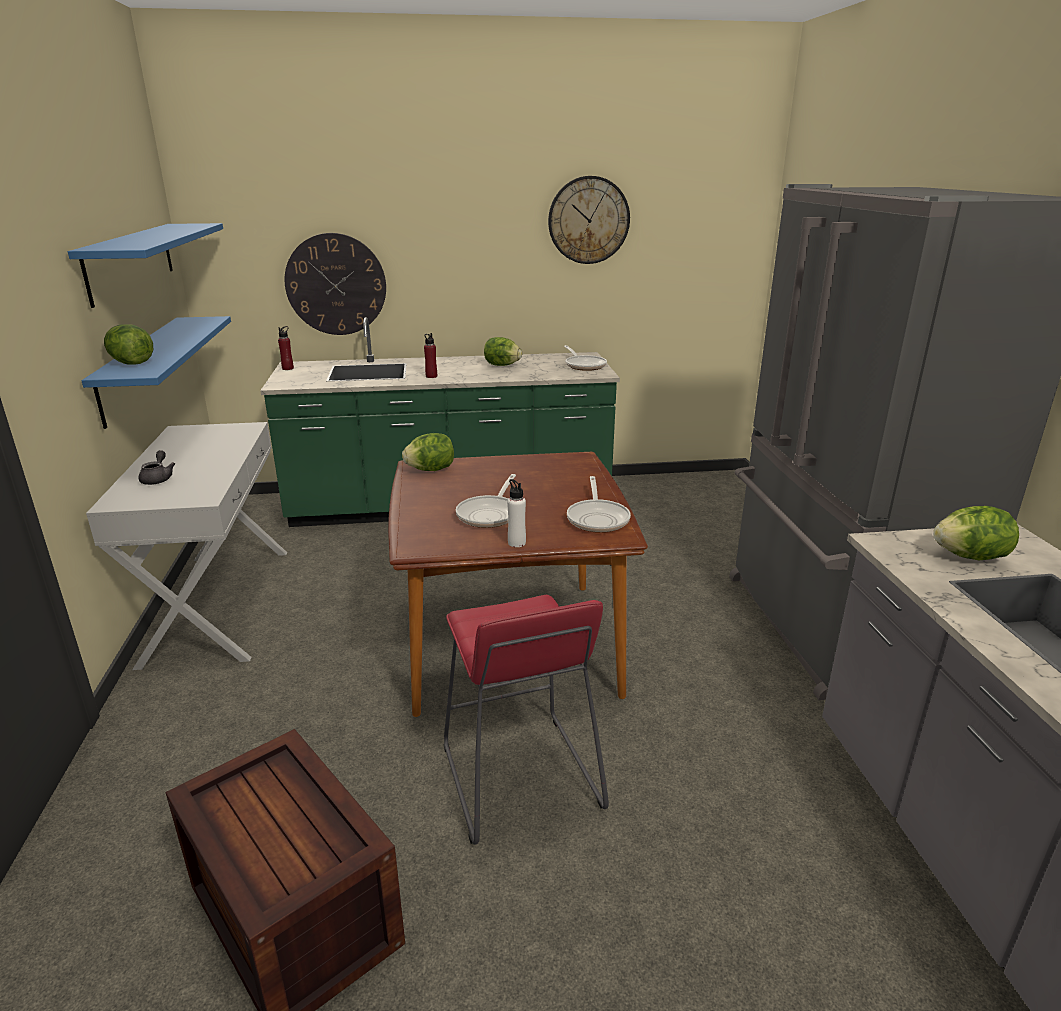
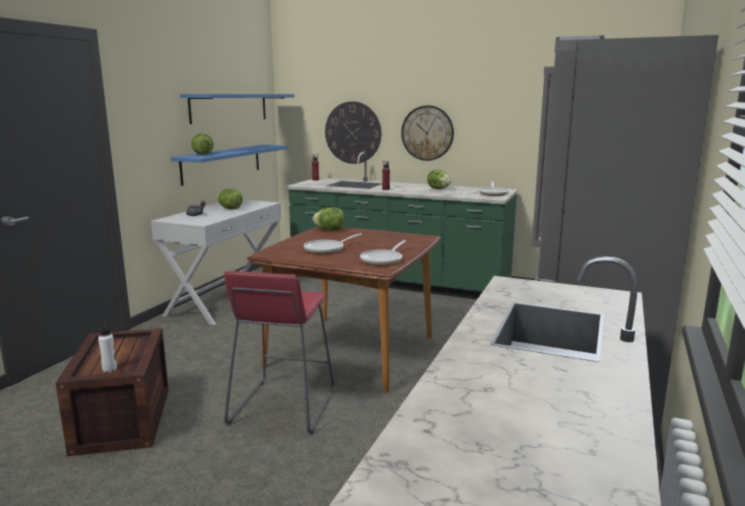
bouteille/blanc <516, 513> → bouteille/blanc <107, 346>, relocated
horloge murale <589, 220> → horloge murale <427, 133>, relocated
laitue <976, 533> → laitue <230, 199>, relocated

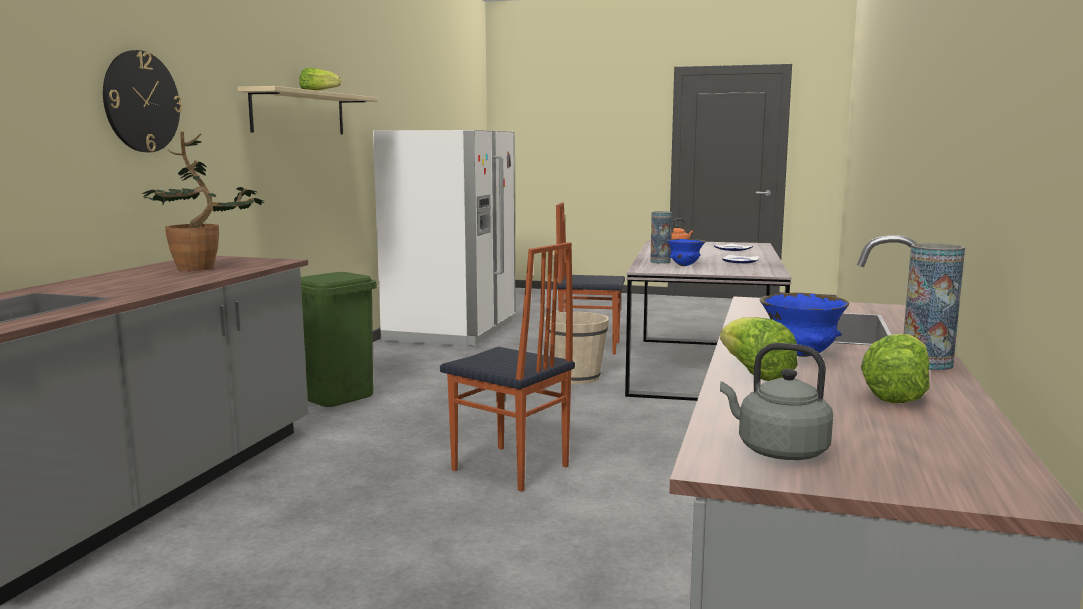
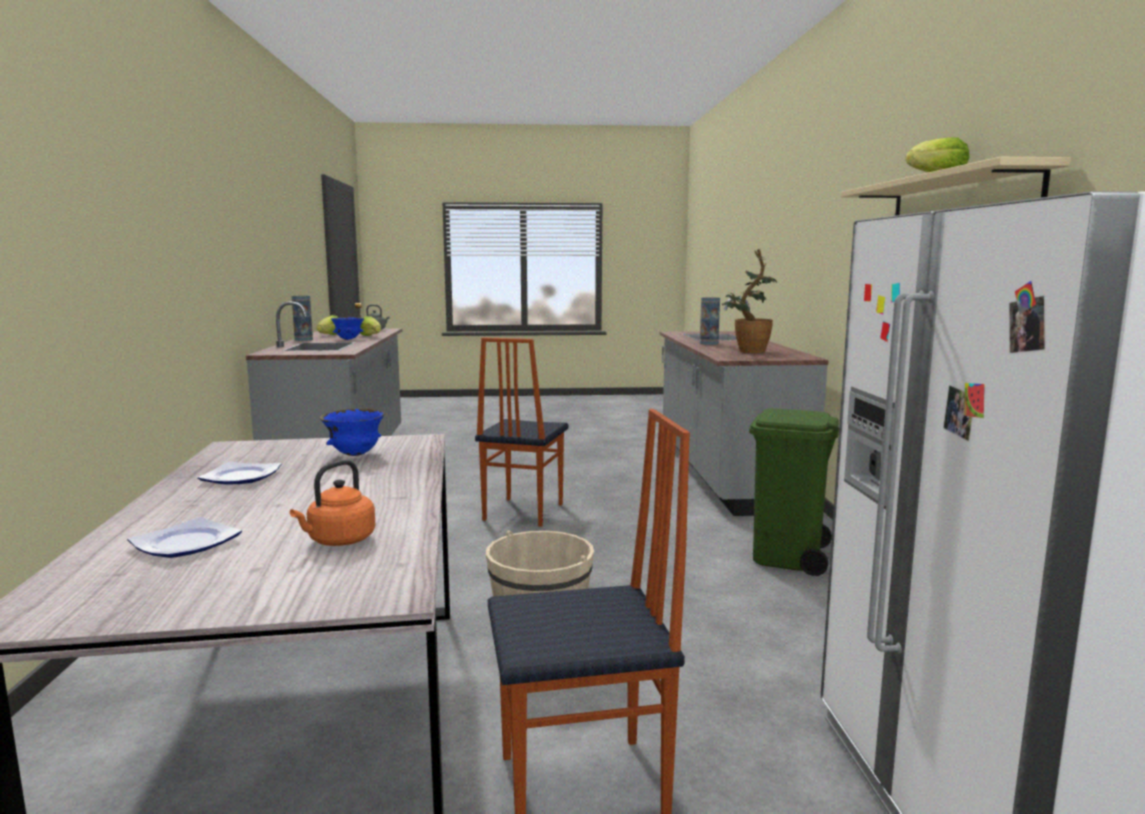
horloge murale <142, 101> → -
chaise <507, 367> → chaise <521, 432>, 90 degrees counterclockwise
vase <661, 237> → vase <710, 321>, relocated

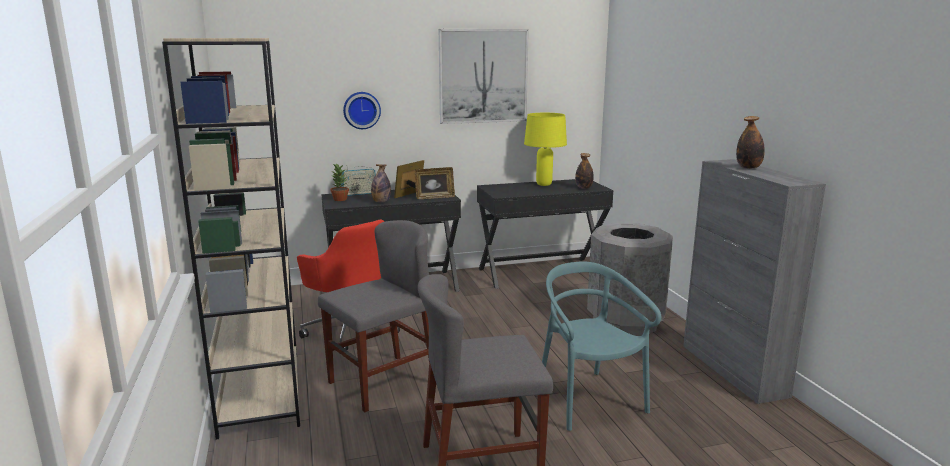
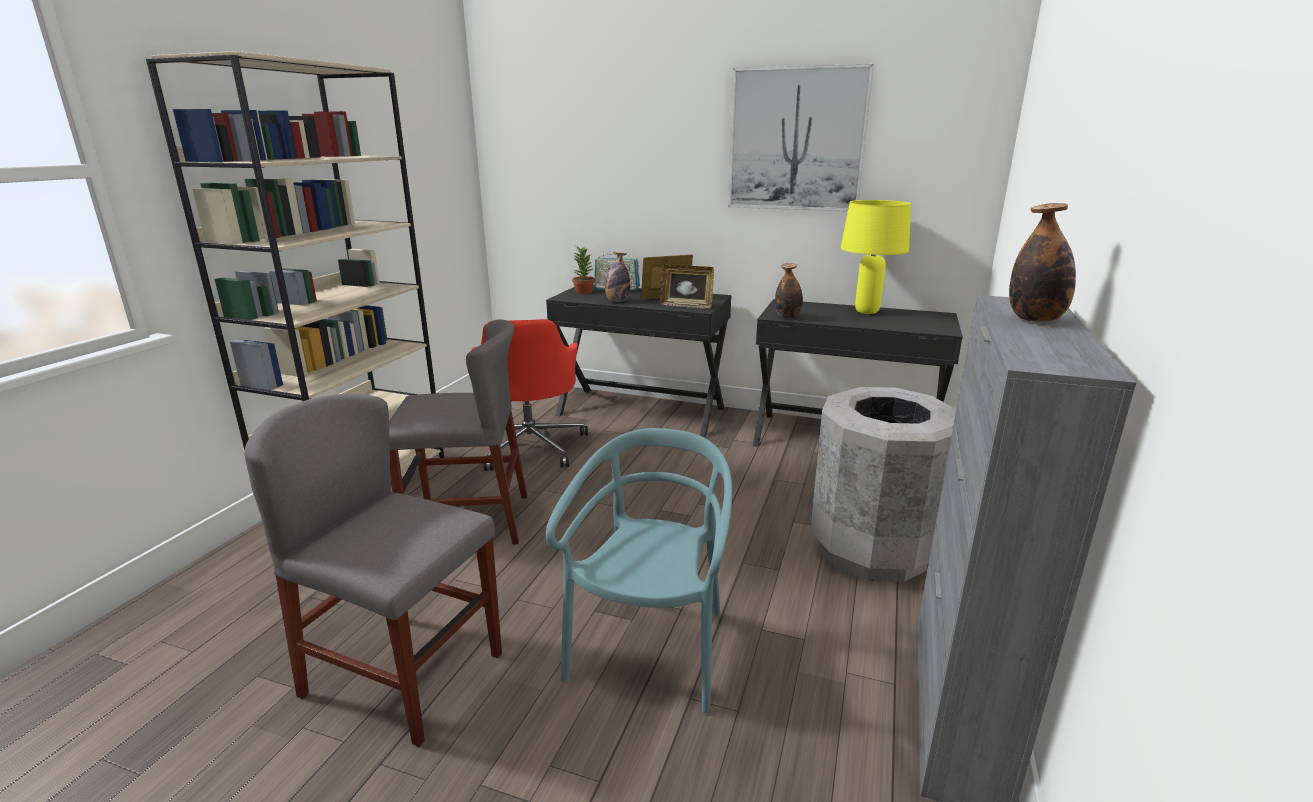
horloge murale <362, 110> → -
bouteille <584, 171> → bouteille <789, 291>, relocated

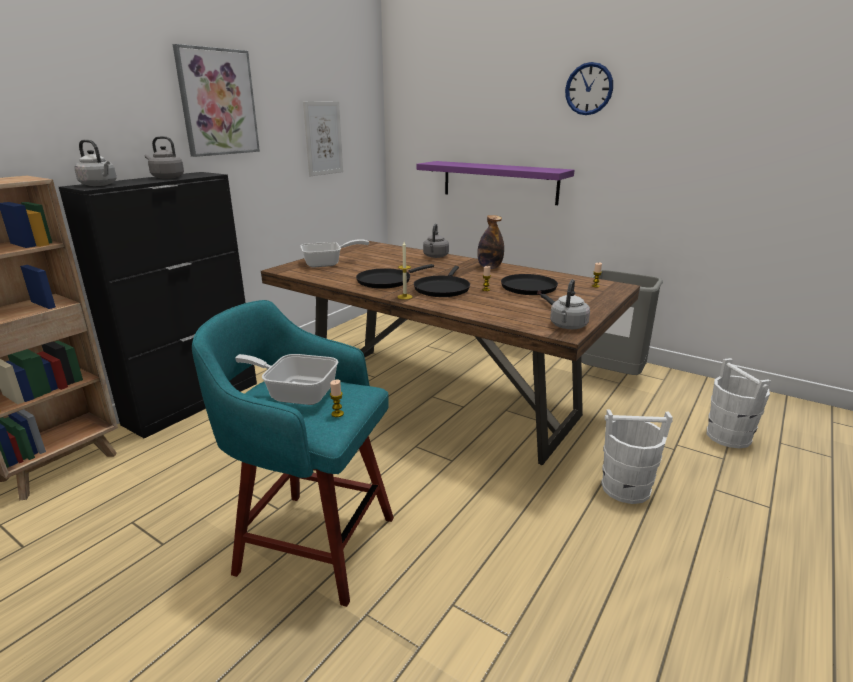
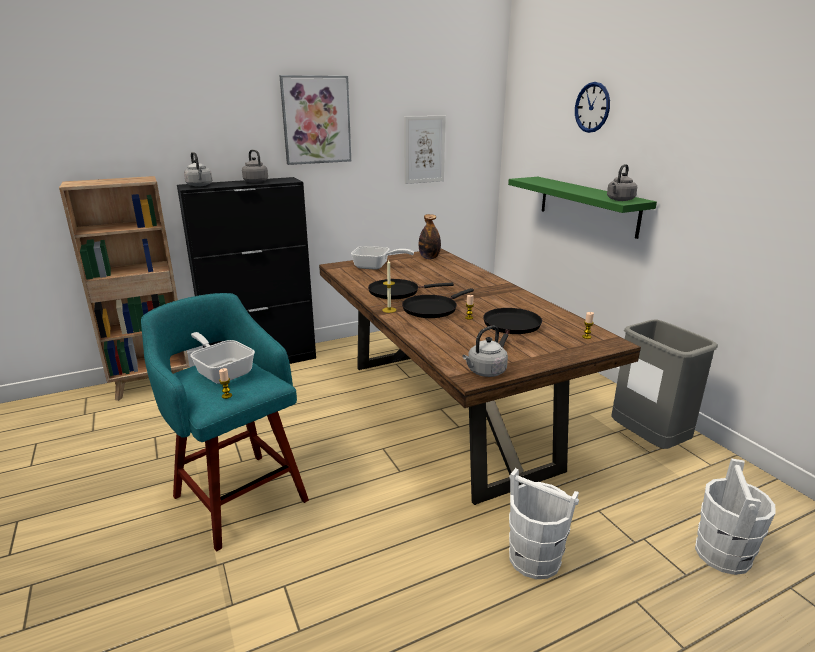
étagère/violet <495, 183> → étagère/vert <582, 208>
bouilloire/gris <436, 241> → bouilloire/gris <622, 182>, relocated
bouteille <490, 242> → bouteille <430, 236>, relocated
horloge murale <589, 88> → horloge murale <592, 107>, relocated

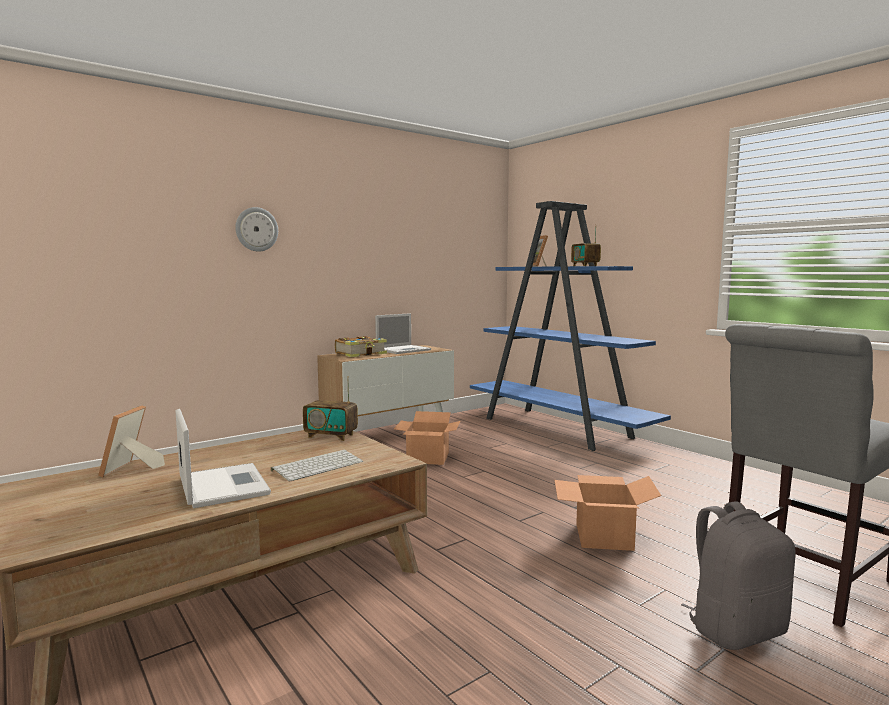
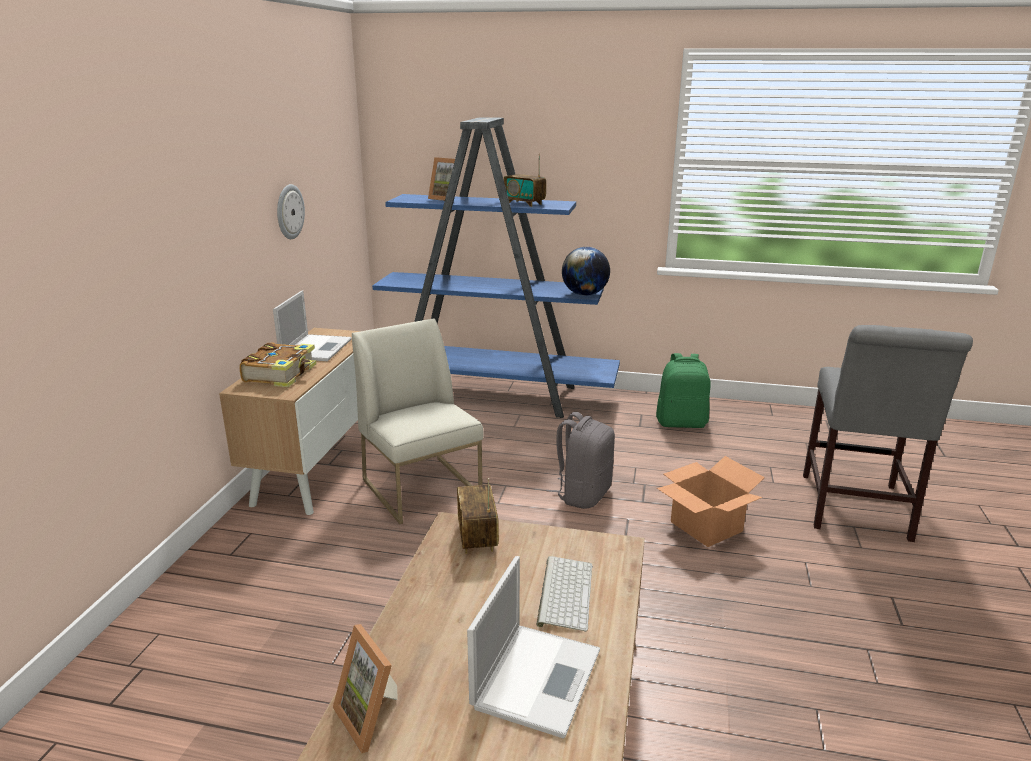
ordinateur portable <223, 458> → ordinateur portable <533, 647>, 90 degrees clockwise
horloge murale <256, 229> → horloge murale <291, 211>, relocated
radio <330, 408> → radio <478, 516>, 105 degrees clockwise
carton <427, 438> → chaise/blanc <418, 421>
sac à dos/gris <738, 575> → sac à dos/gris <580, 460>, relocated
- → globe <586, 271>
- → sac à dos/vert <683, 390>

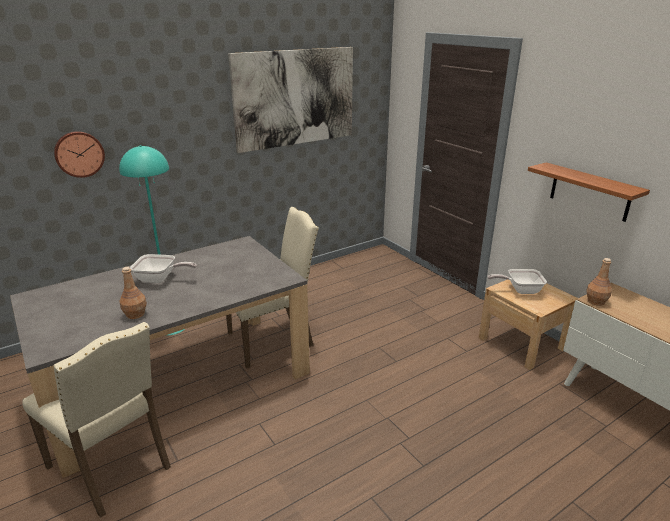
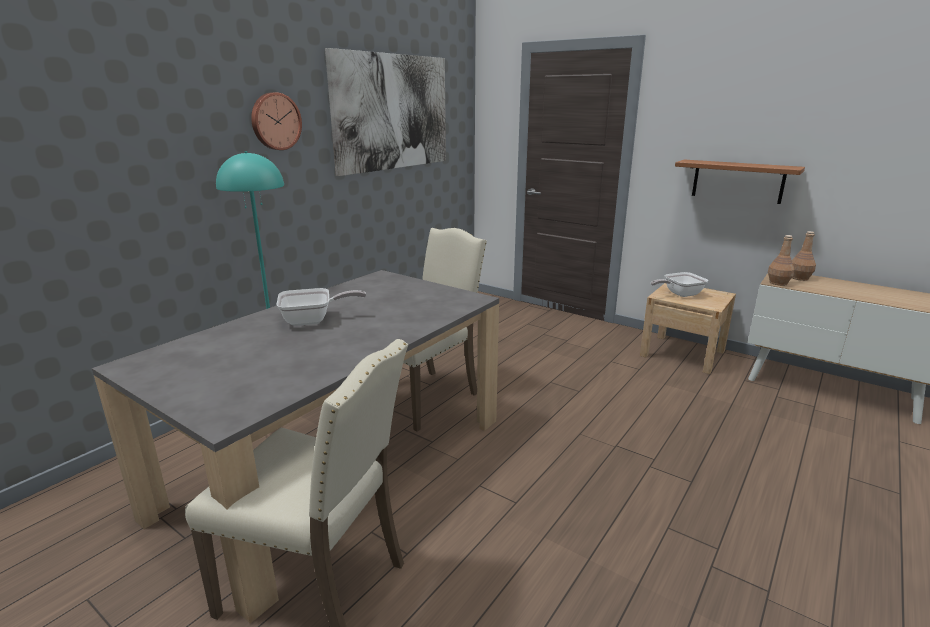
horloge murale <79, 154> → horloge murale <276, 121>, relocated
bouteille/marron <133, 293> → bouteille/marron <804, 256>, relocated

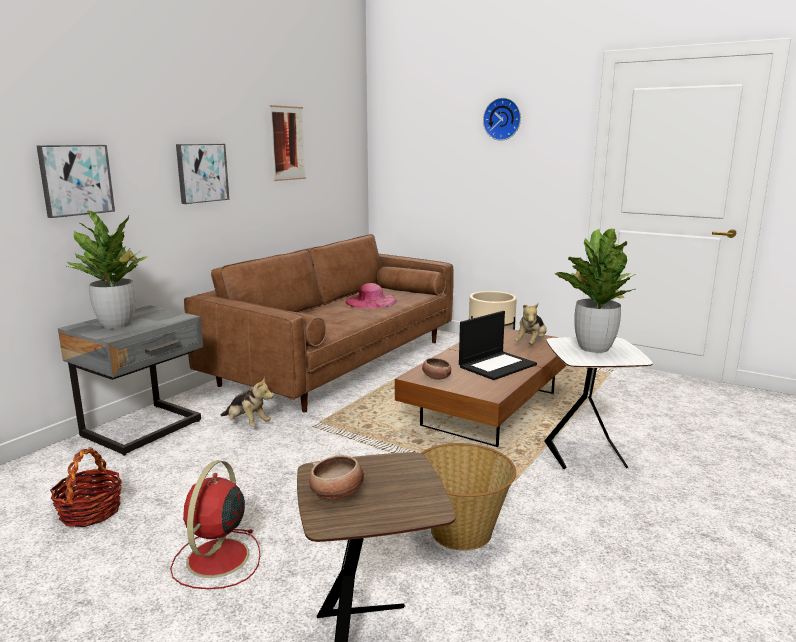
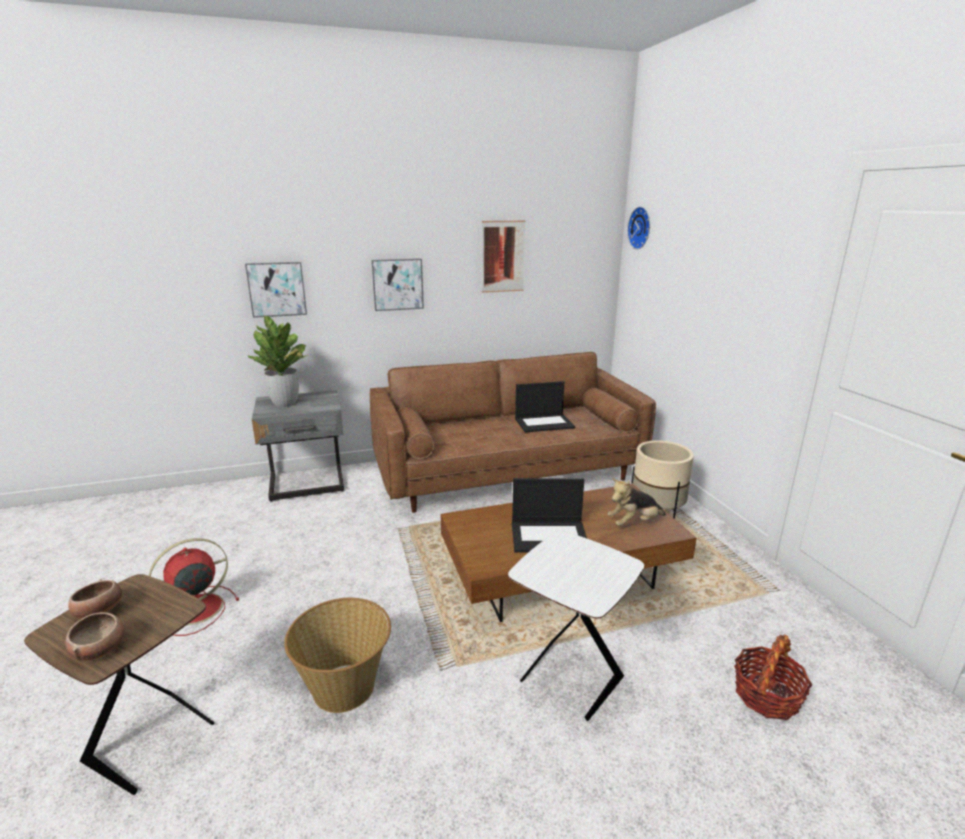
panier <86, 487> → panier <773, 677>, relocated
peluche <247, 401> → -
chapeau/rose <371, 295> → ordinateur portable <545, 407>
bol <436, 369> → bol <94, 636>, relocated
horloge murale <502, 119> → horloge murale <638, 228>, relocated
plante en pot <595, 291> → -

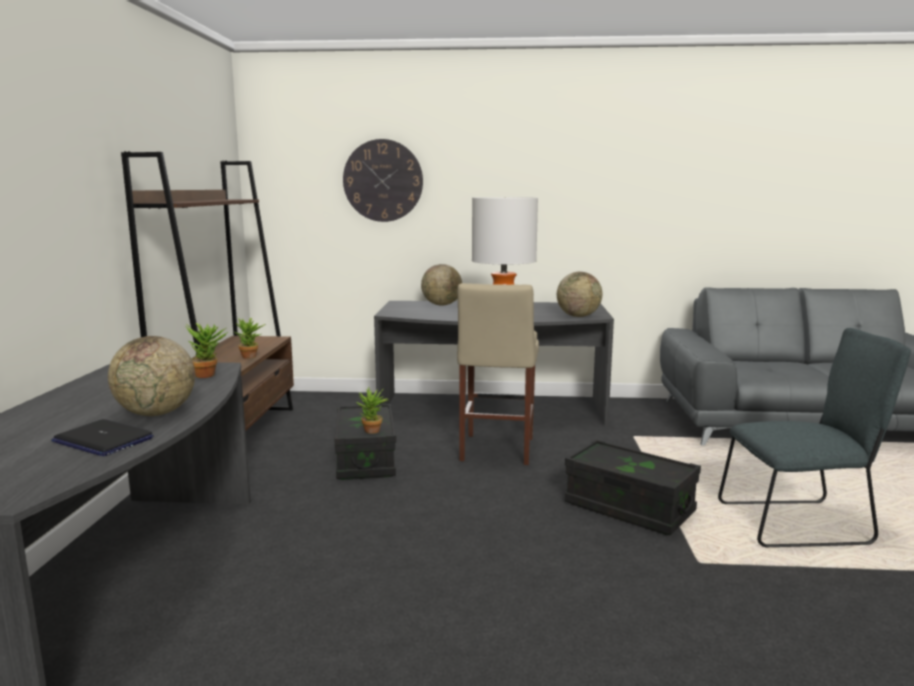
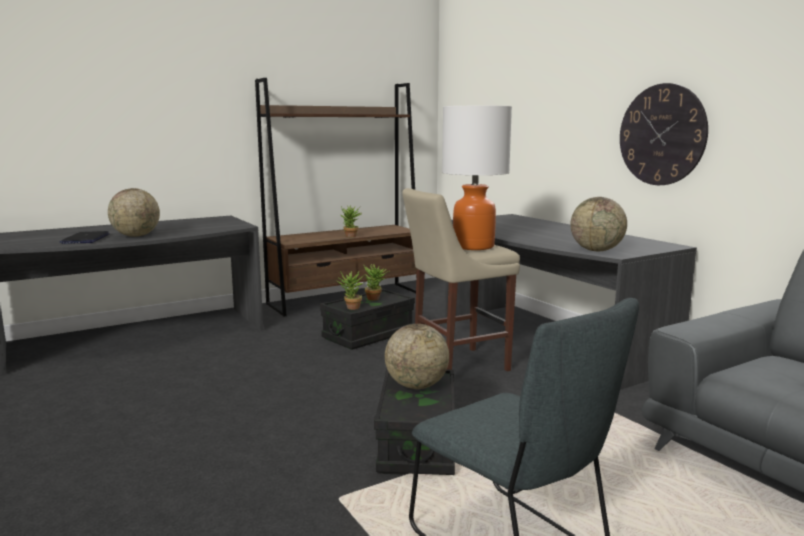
plante en pot <206, 350> → plante en pot <376, 282>, relocated
horloge murale <383, 180> → horloge murale <664, 134>, relocated
globe <441, 284> → globe <417, 356>, relocated

